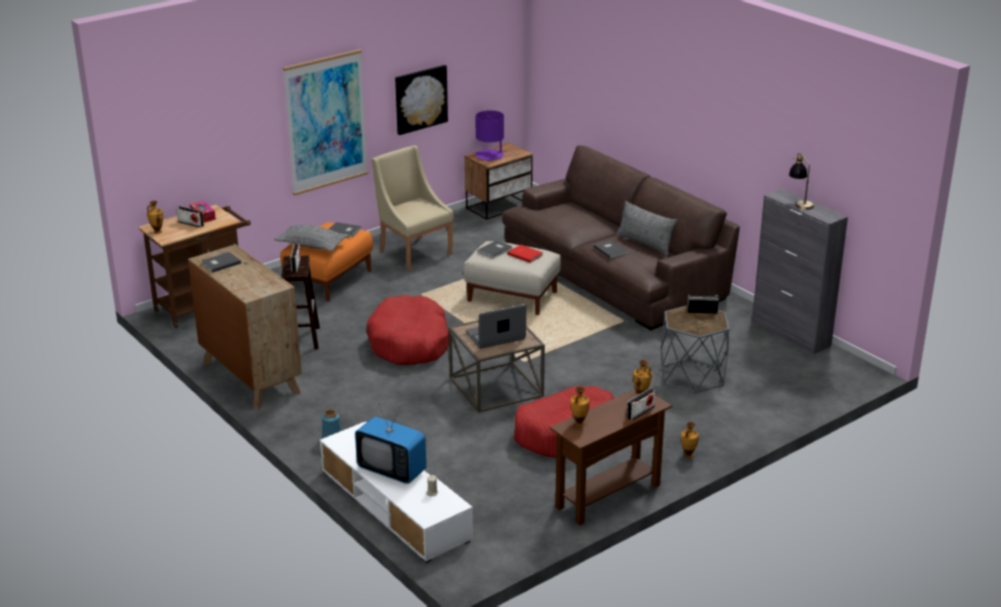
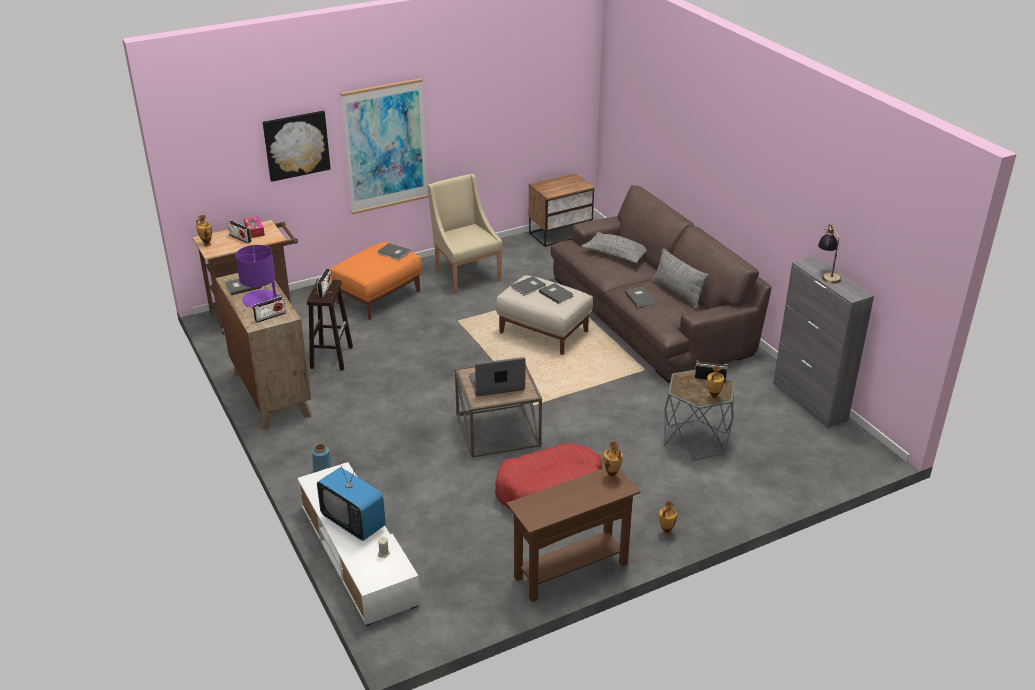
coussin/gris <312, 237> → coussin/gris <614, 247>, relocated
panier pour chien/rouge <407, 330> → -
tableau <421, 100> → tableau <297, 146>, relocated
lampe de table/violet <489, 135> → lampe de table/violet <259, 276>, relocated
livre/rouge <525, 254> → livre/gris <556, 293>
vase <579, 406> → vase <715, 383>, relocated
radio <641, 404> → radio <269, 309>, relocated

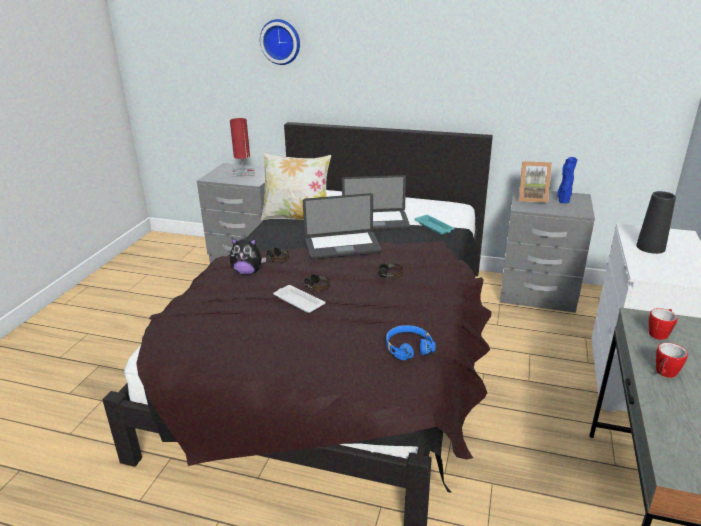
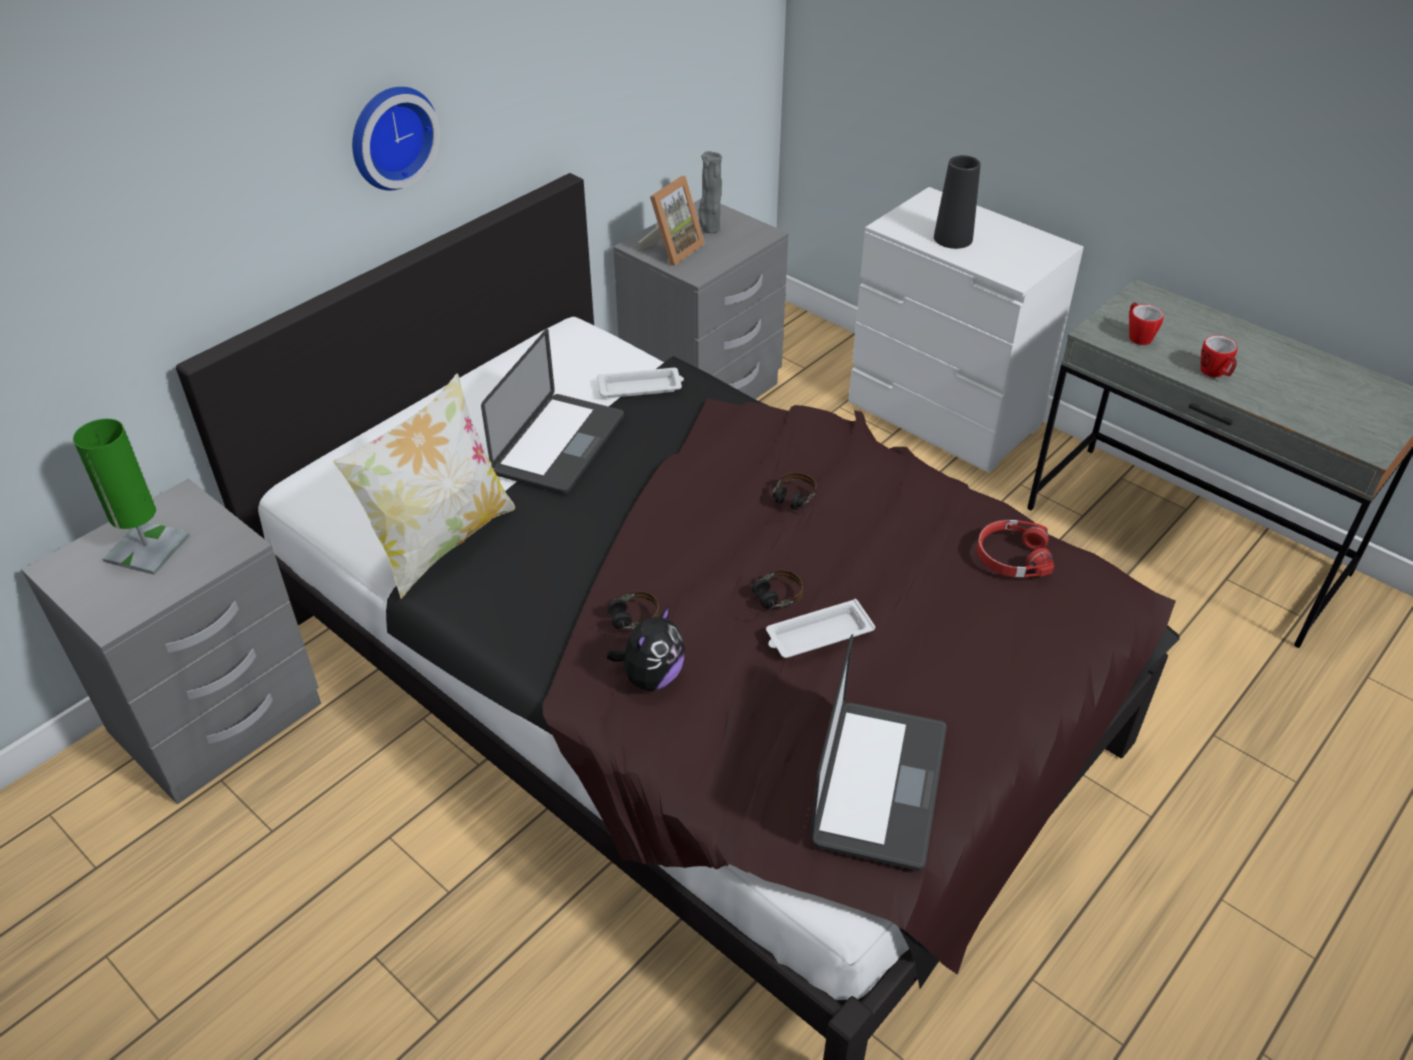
lampe de table/rouge <242, 147> → lampe de table/vert <131, 497>
horloge murale <280, 42> → horloge murale <396, 138>, relocated
ordinateur portable <342, 226> → ordinateur portable <878, 752>, relocated
casque audio/bleu <411, 342> → casque audio/rouge <1016, 548>
plateau/turquoise <435, 224> → plateau/blanc <640, 383>
vase/bleu <567, 180> → vase/gris <710, 192>

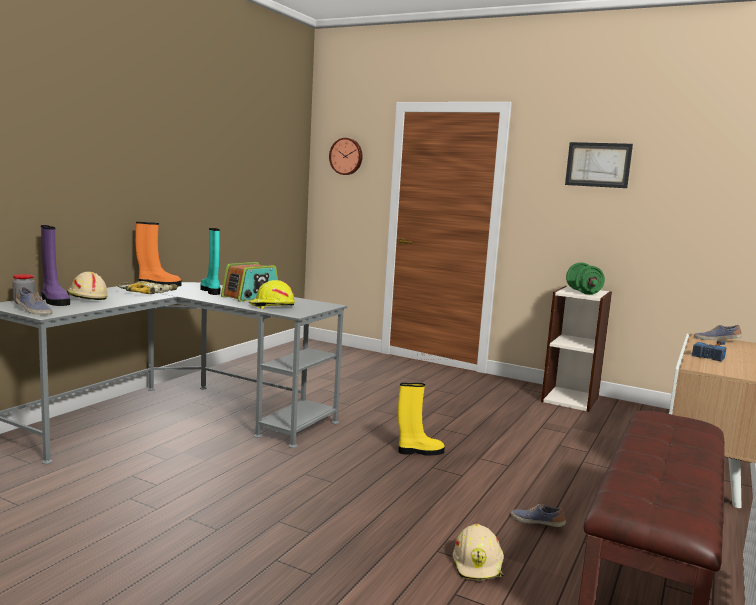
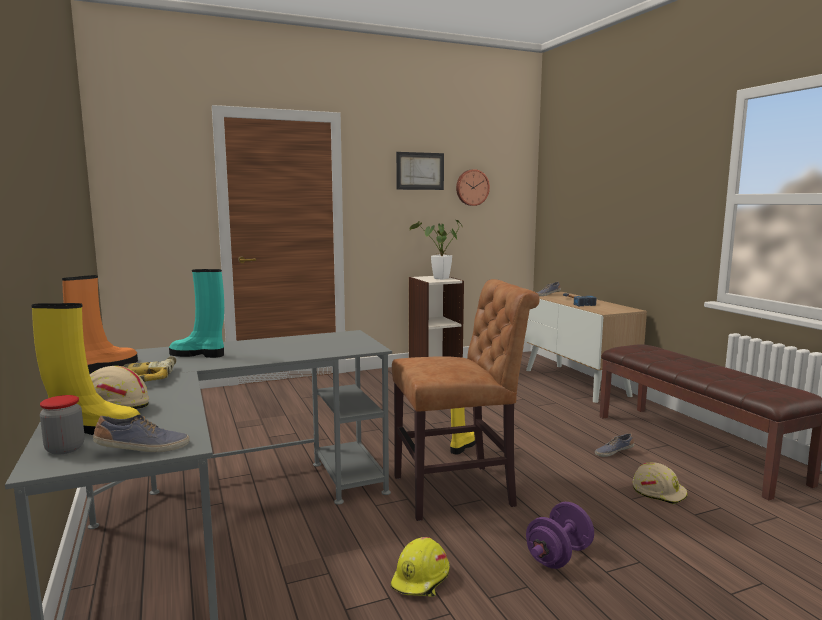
botte/violet <55, 265> → botte/jaune <86, 369>
radio <249, 282> → -
casque de chantier/jaune <272, 294> → casque de chantier/jaune <420, 567>, relocated
horloge murale <345, 156> → horloge murale <473, 187>, relocated
haltère/vert <585, 278> → plante en pot <436, 250>
- → chaise/marron <466, 400>
- → haltère/violet <560, 535>

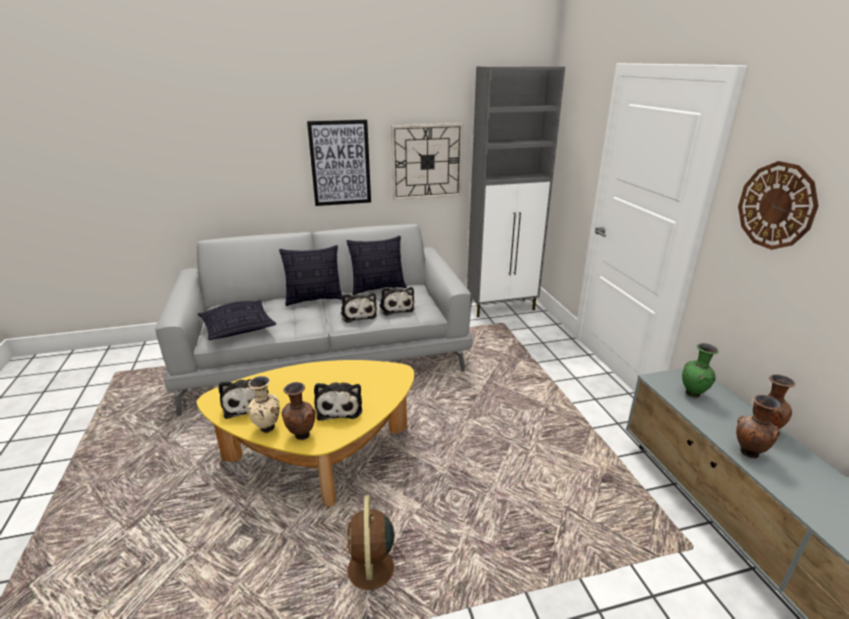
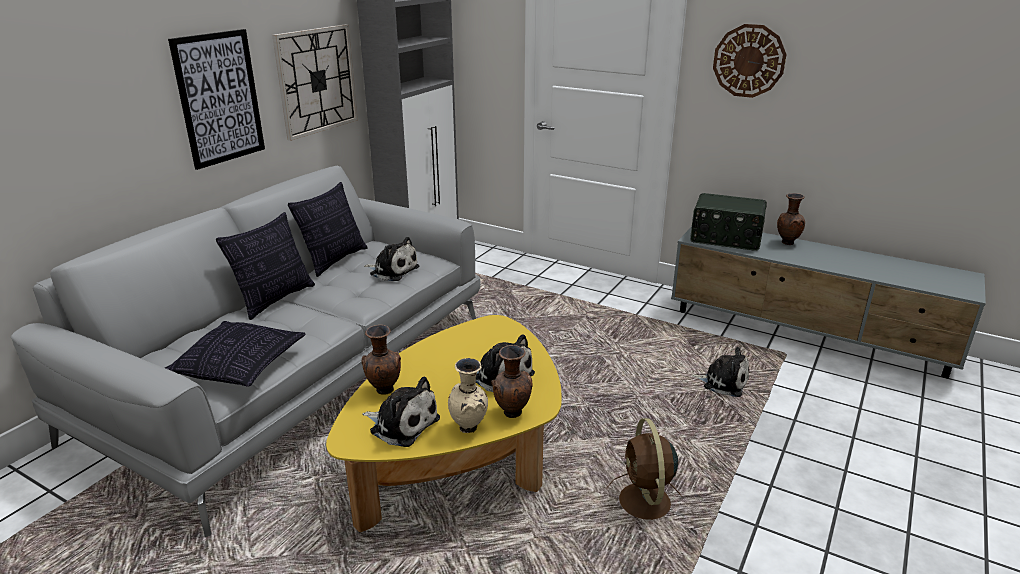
ventilateur/marron <373, 542> → ventilateur/marron <644, 469>, 45 degrees clockwise
peluche <359, 308> → peluche <720, 372>, relocated
vase/vert <700, 370> → radio <728, 222>
vase/marron <758, 426> → vase/marron <381, 360>, relocated

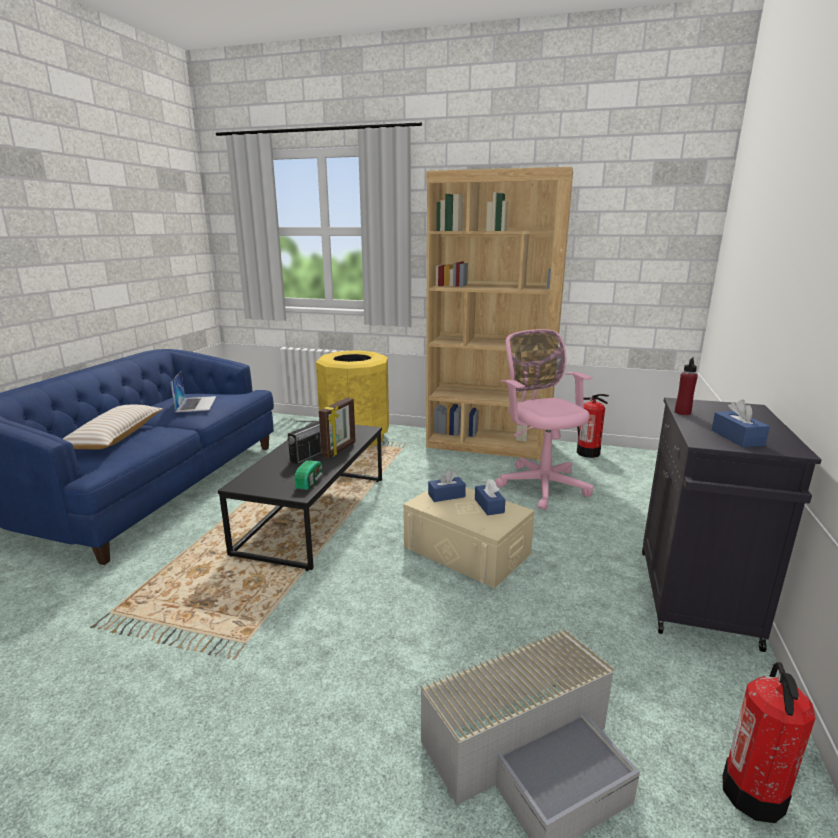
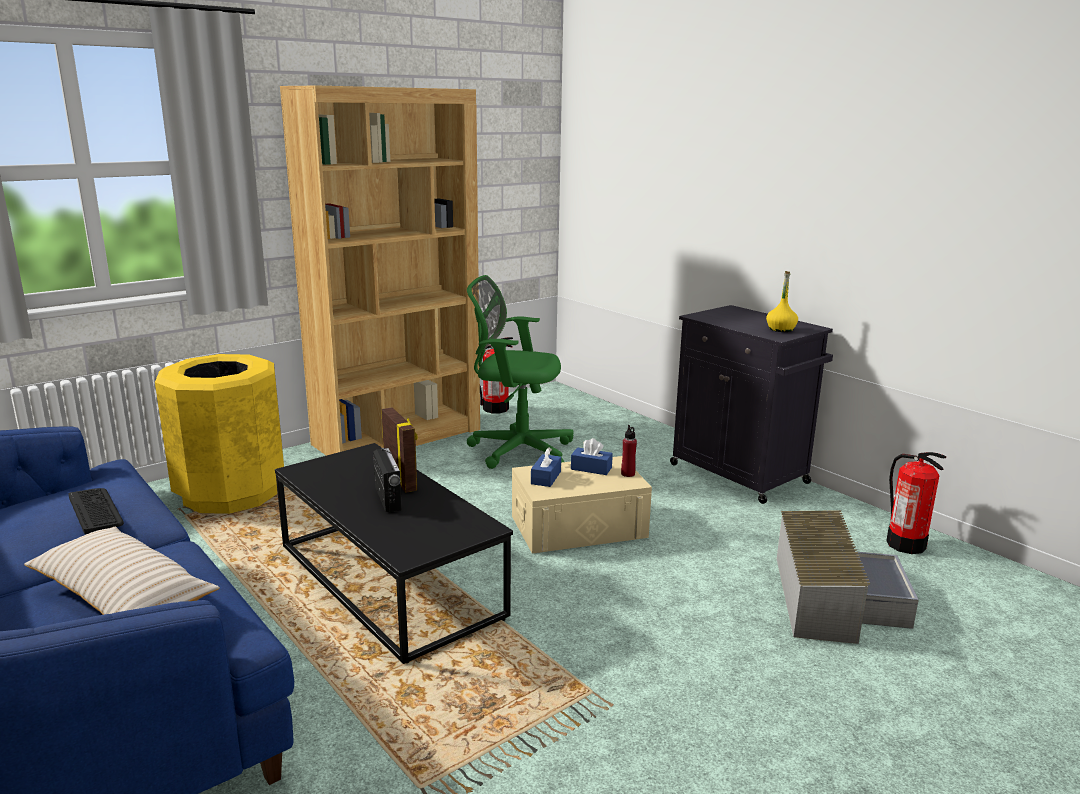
ordinateur portable <193, 391> → clavier <96, 511>
radio <308, 467> → -
chaise de bureau/rose <544, 420> → chaise de bureau/vert <520, 372>
bouteille/rouge <686, 386> → bouteille/rouge <629, 451>, relocated
boîte à mouchoirs/bleu <741, 423> → bouteille/jaune <782, 301>

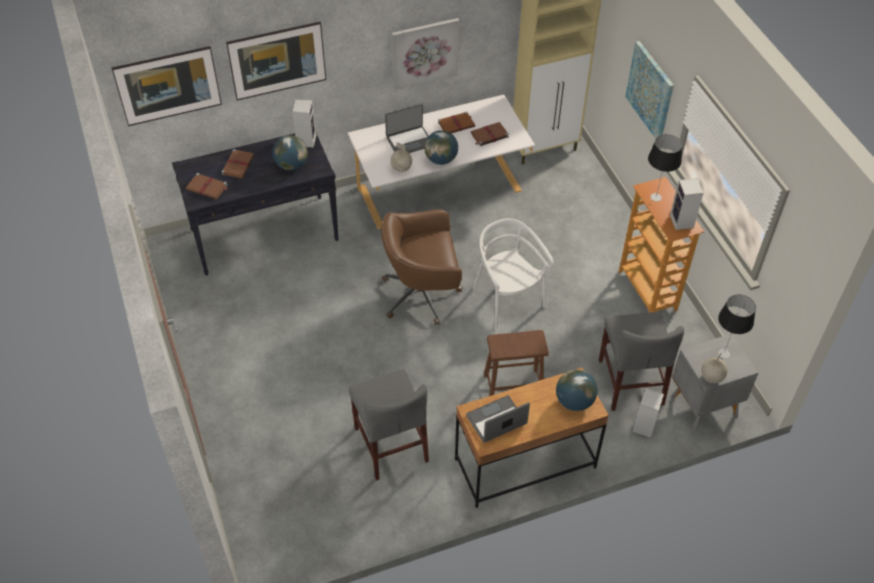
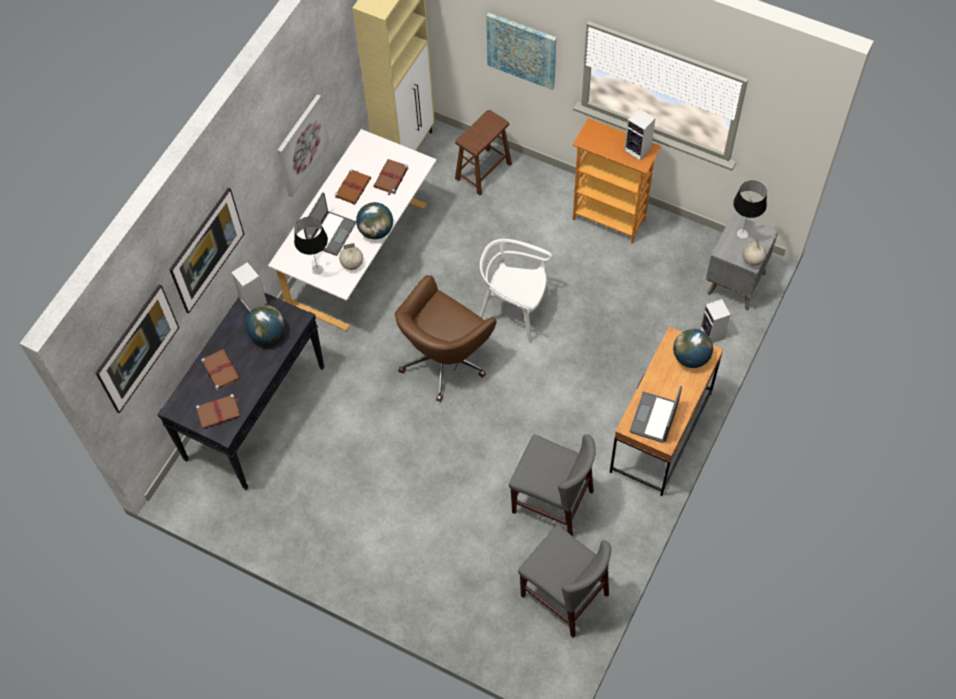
tabouret/marron <516, 363> → tabouret/marron <483, 153>, relocated
chaise/gris <641, 361> → chaise/gris <564, 581>, relocated
lampe de table <665, 168> → lampe de table <311, 245>, relocated

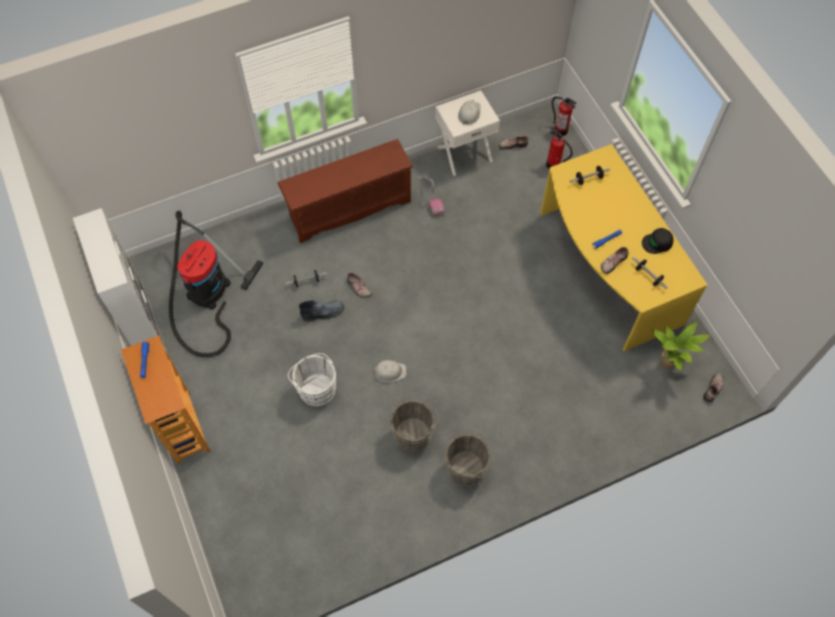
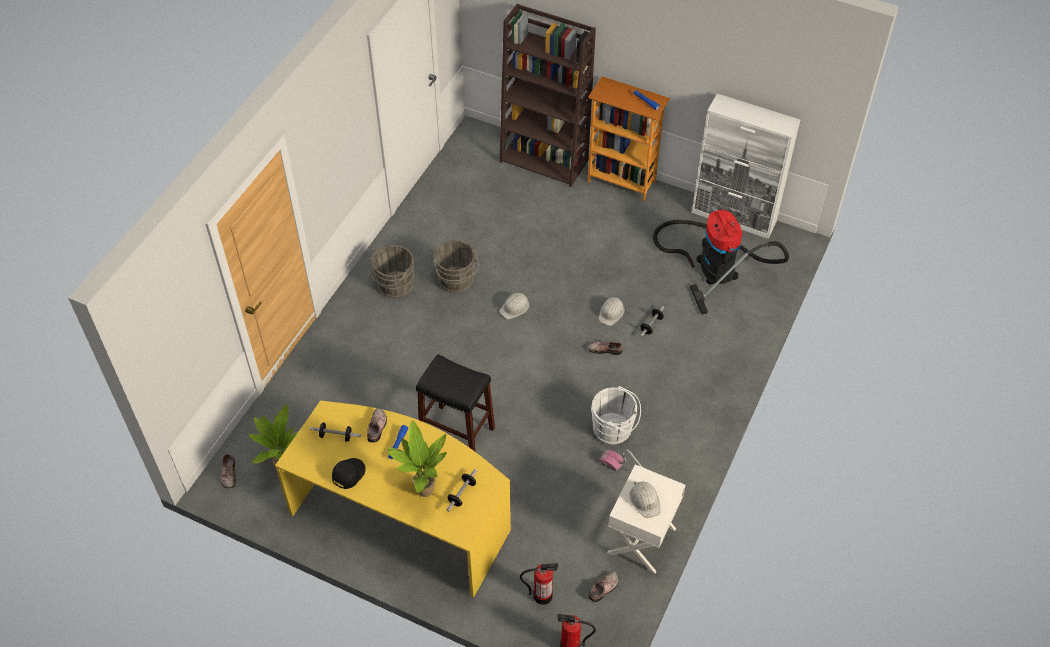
étagère à chaussures/marron <345, 191> → -
seau/blanc <312, 379> → seau/blanc <616, 415>, relocated
botte <321, 311> → casque de chantier/blanc <612, 311>
- → plante en pot <417, 458>
- → tabouret/noir <455, 402>
- → bibliothèque/marron <547, 95>

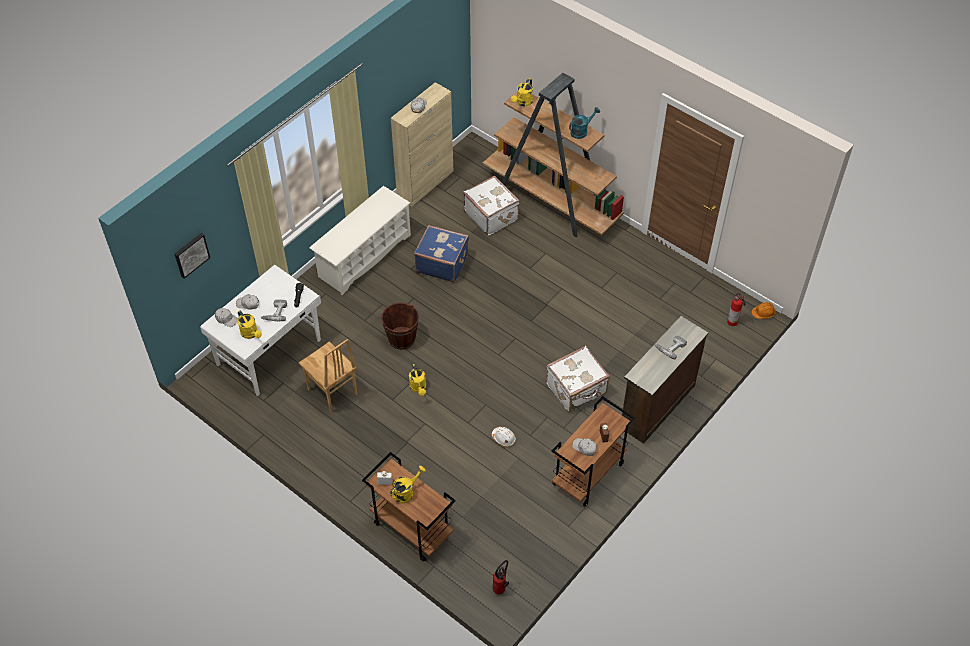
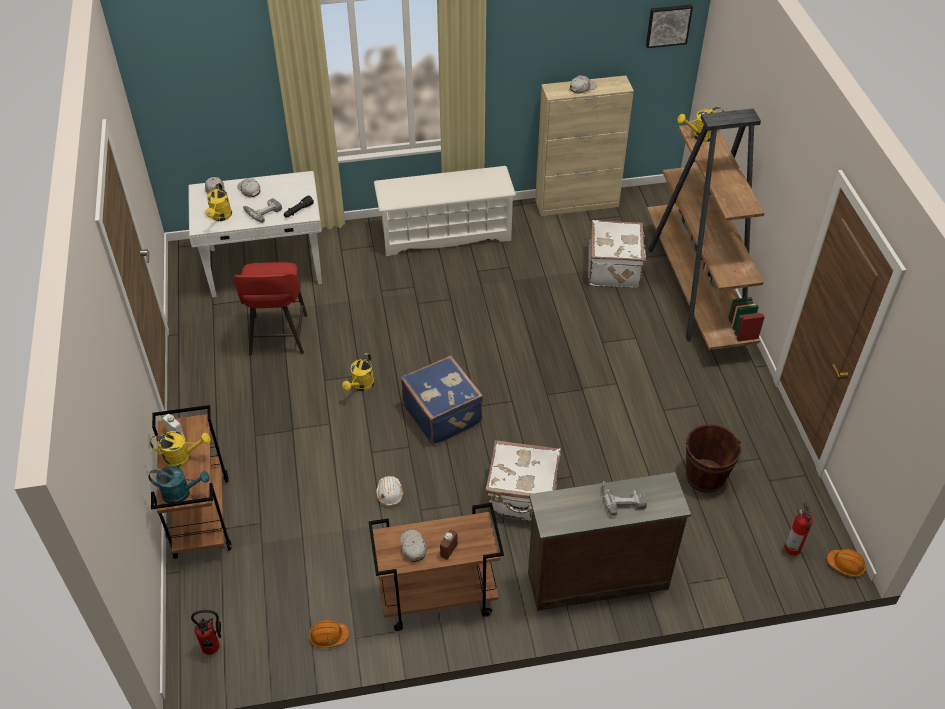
tableau <192, 256> → tableau <669, 26>, relocated
chaise/marron <328, 376> → tabouret/rouge <270, 309>
seau/marron <400, 326> → seau/marron <713, 458>, relocated
valise/bleu <441, 254> → valise/bleu <442, 400>, relocated
arrosoir/turquoise <584, 123> → arrosoir/turquoise <179, 484>, relocated
- → casque de chantier/orange <329, 634>

